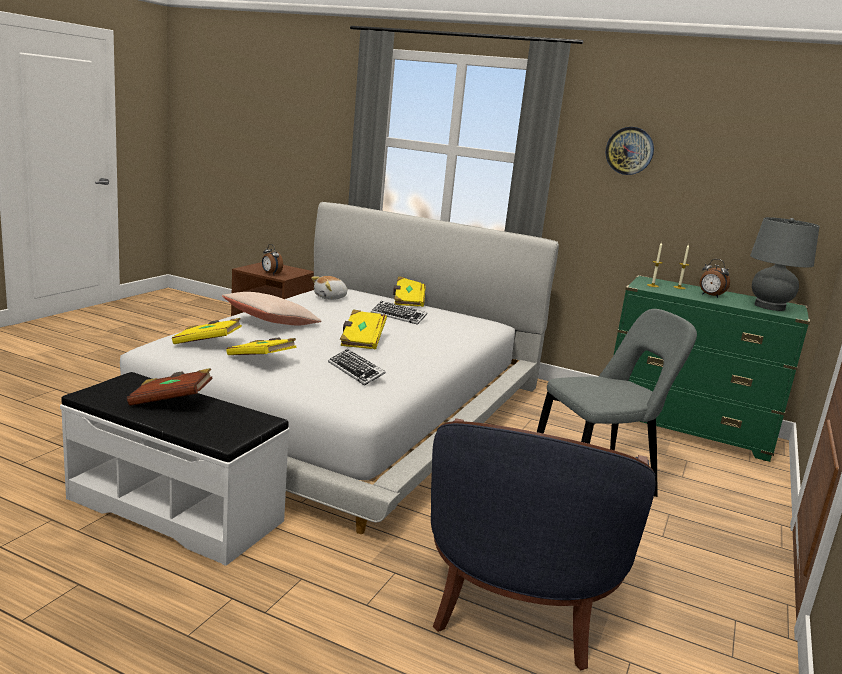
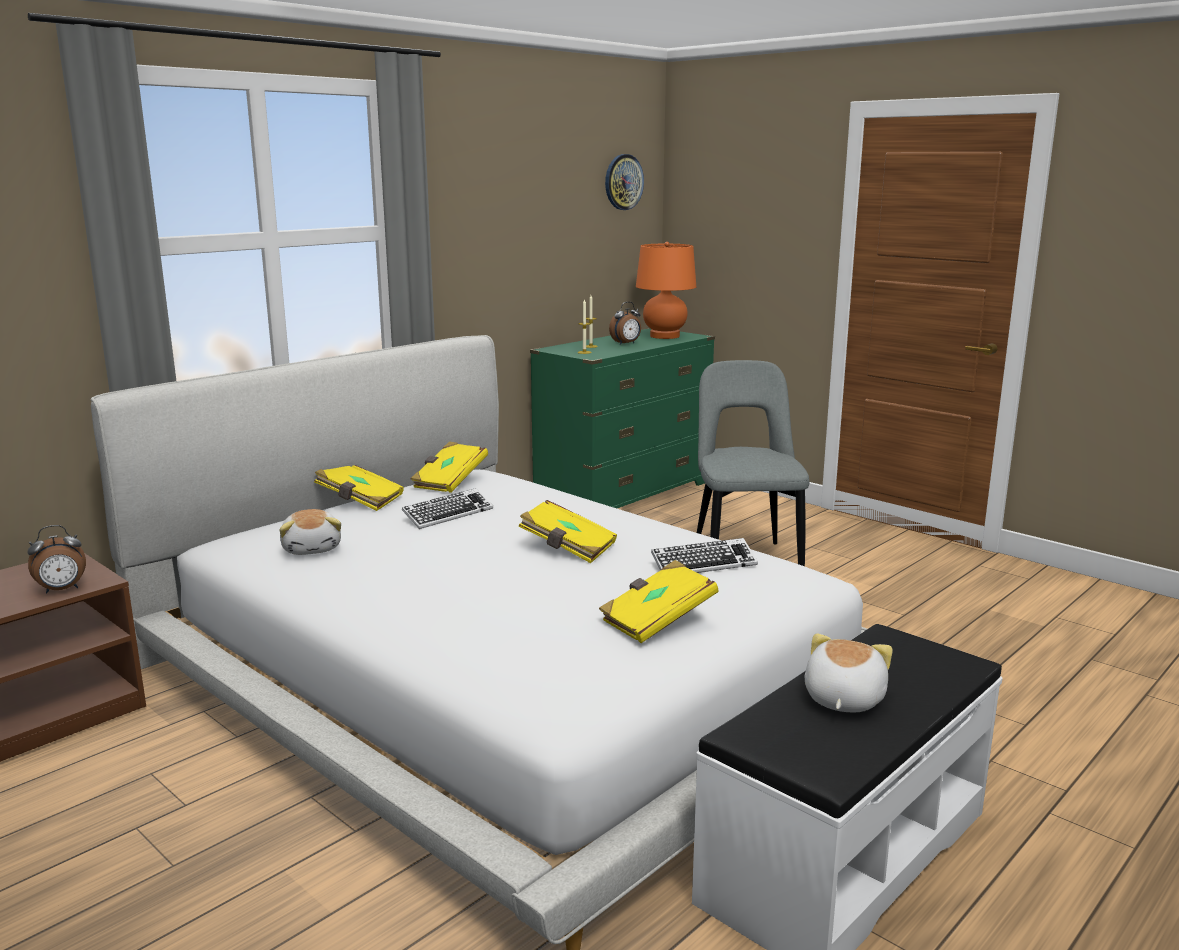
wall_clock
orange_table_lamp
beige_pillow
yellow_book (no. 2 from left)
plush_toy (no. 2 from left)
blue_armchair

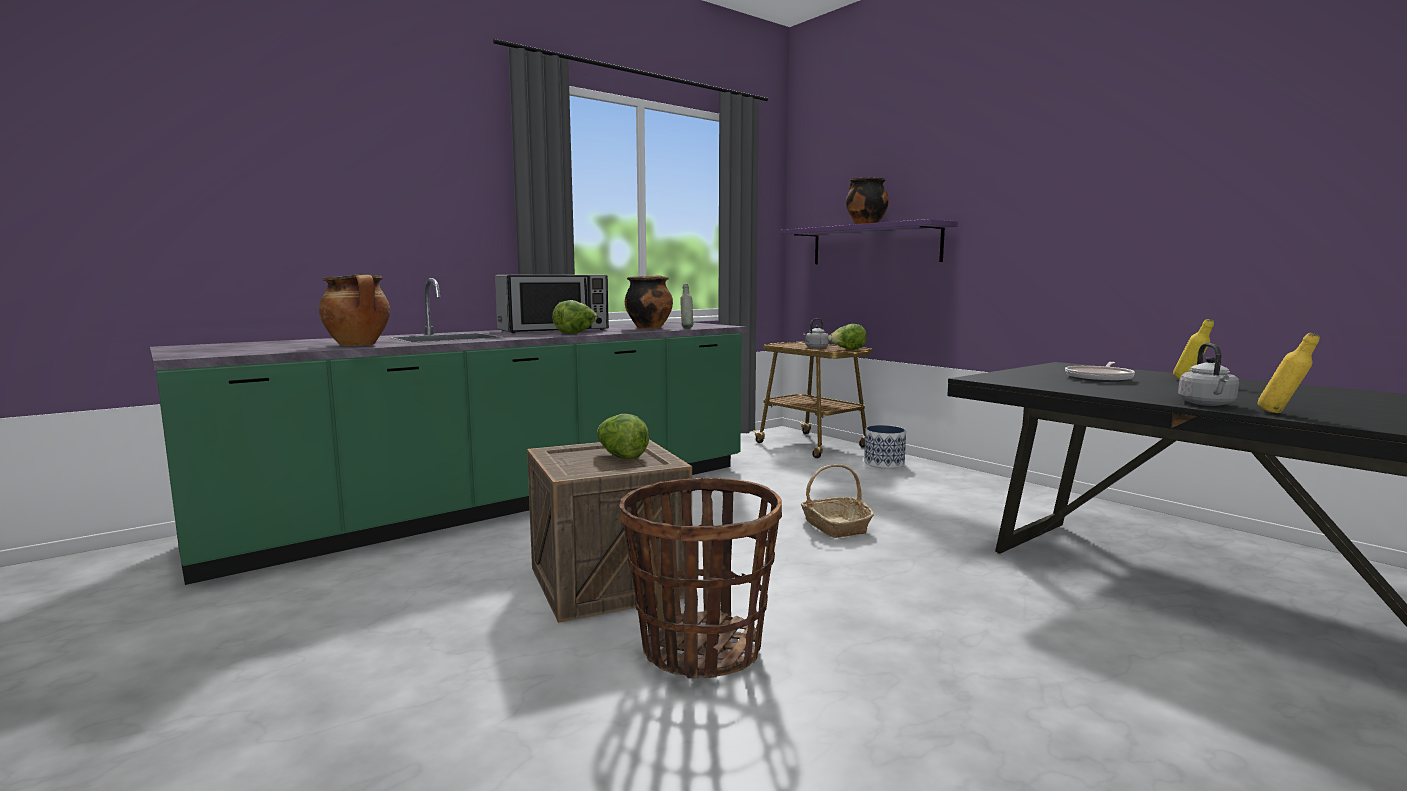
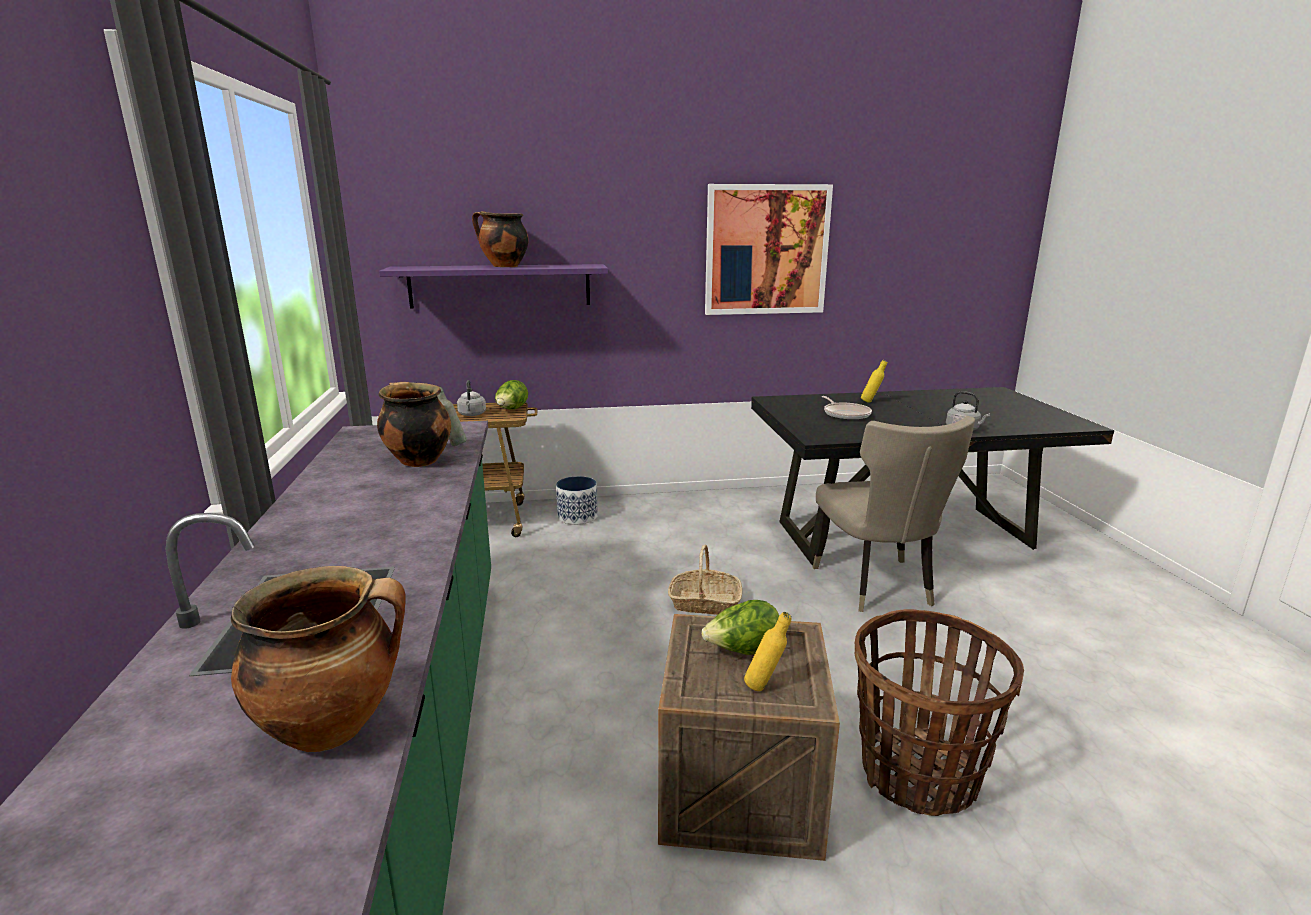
microwave
lettuce (no. 1 from left in the first image)
yellow_bottle (no. 1 from left)
picture
beige_chair

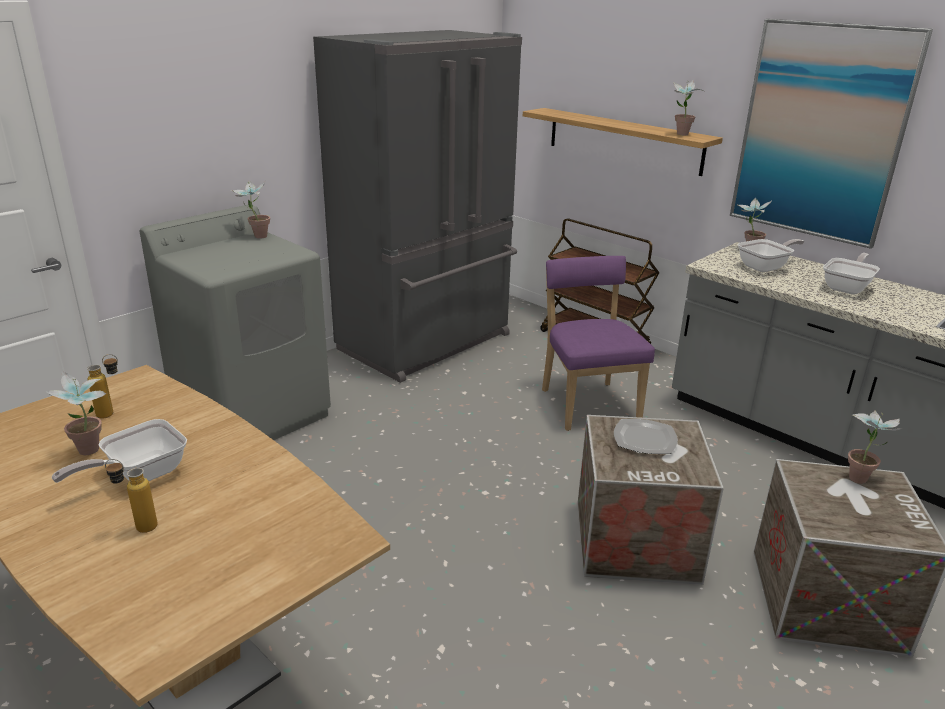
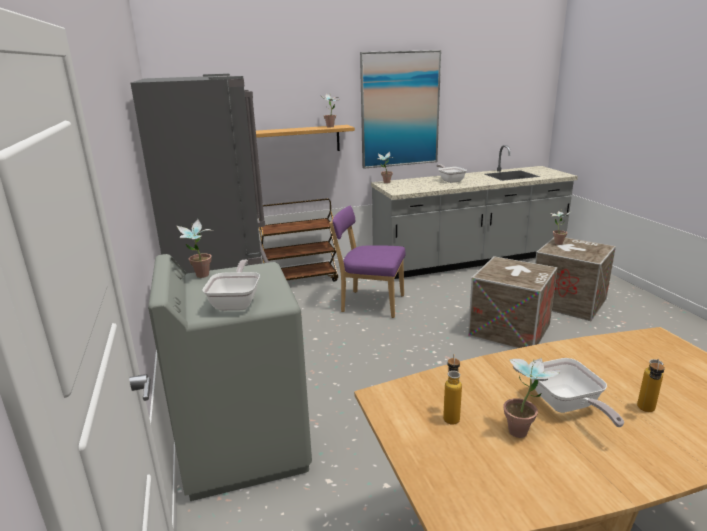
frying_pan (no. 1 from left)
plate

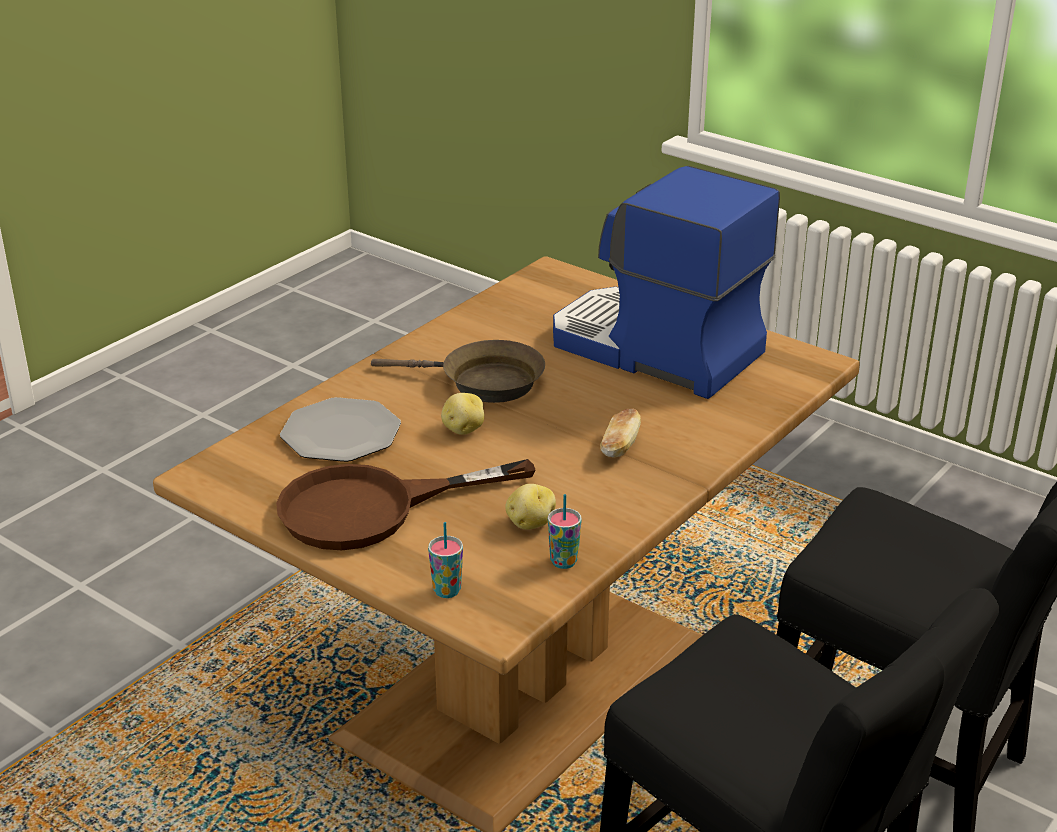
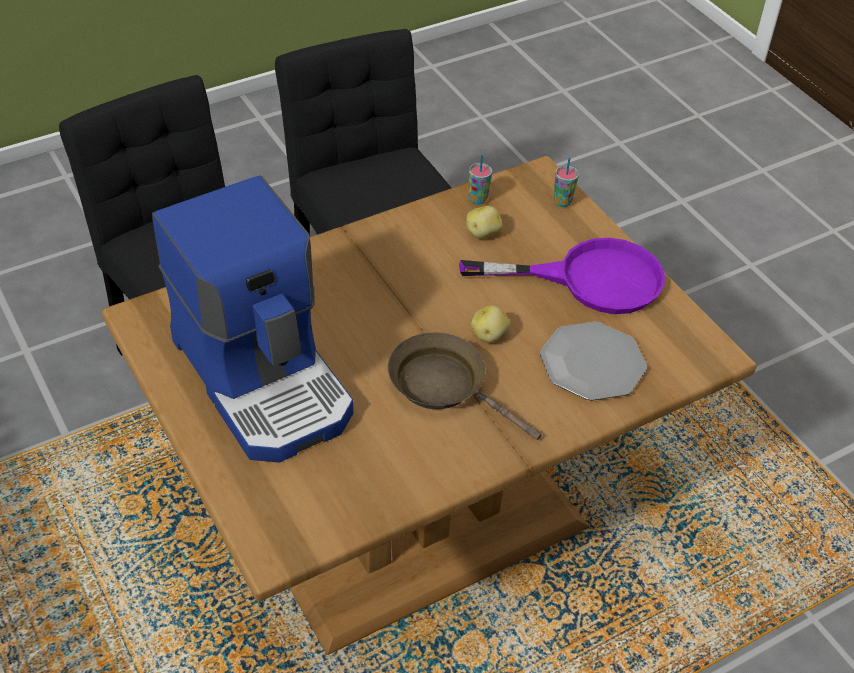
bread
purple_frying_pan

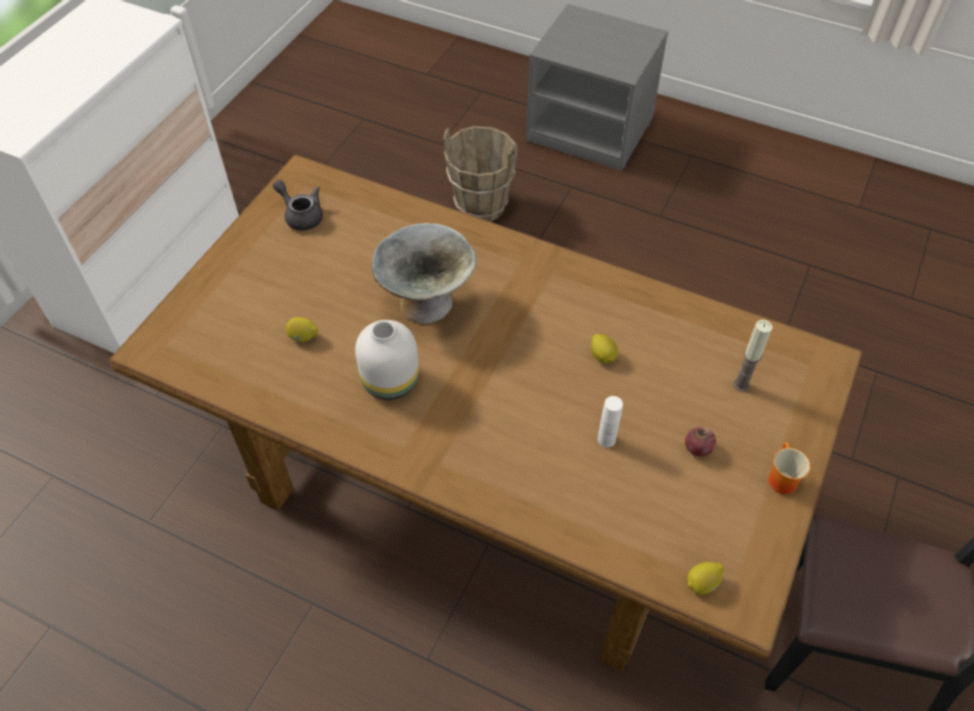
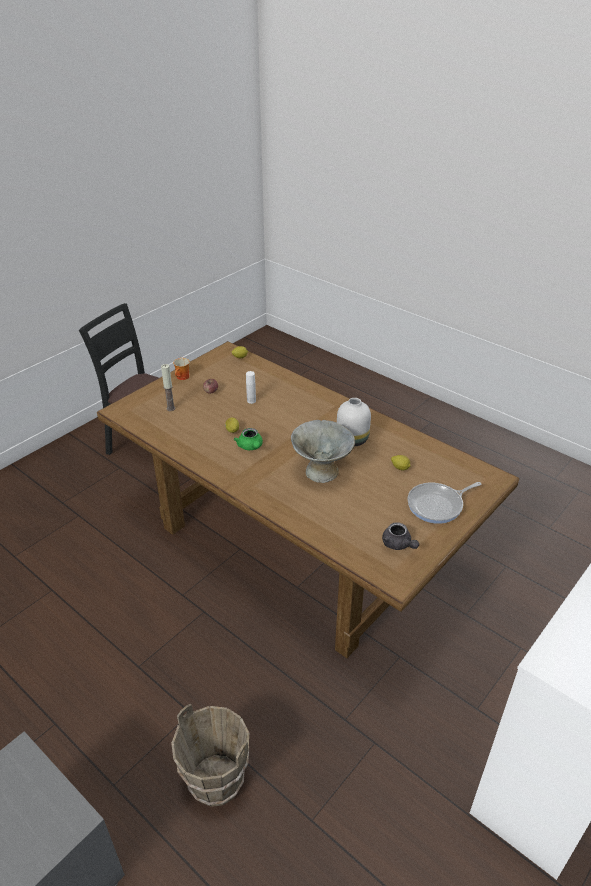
green_teapot
frying_pan

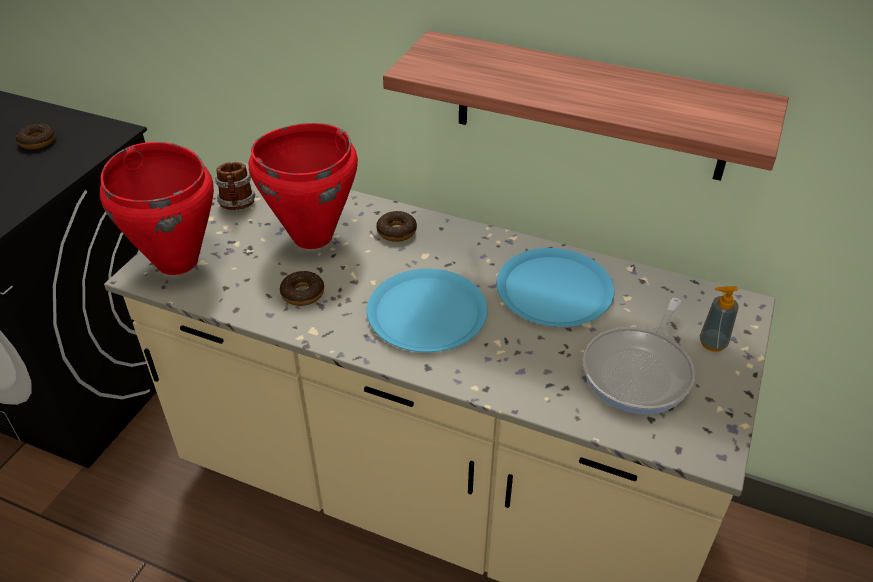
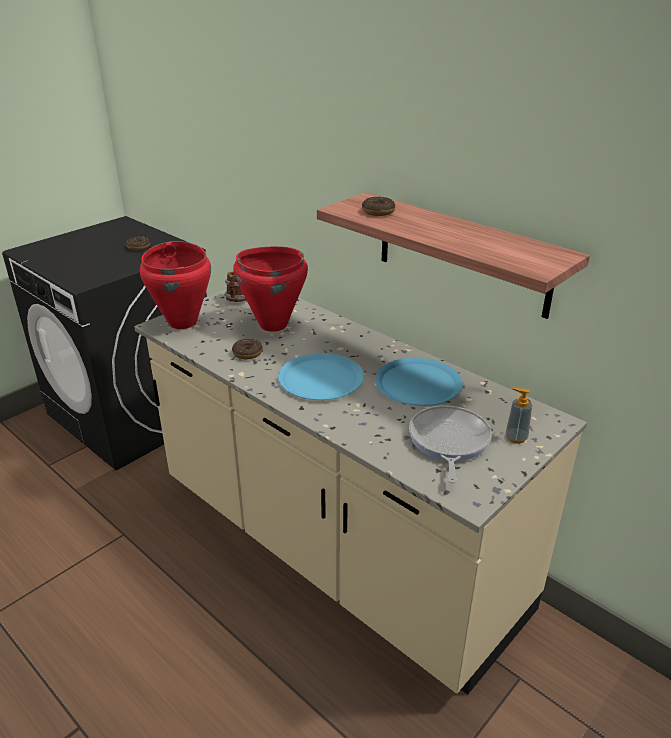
donut (no. 3 from left)
frying_pan

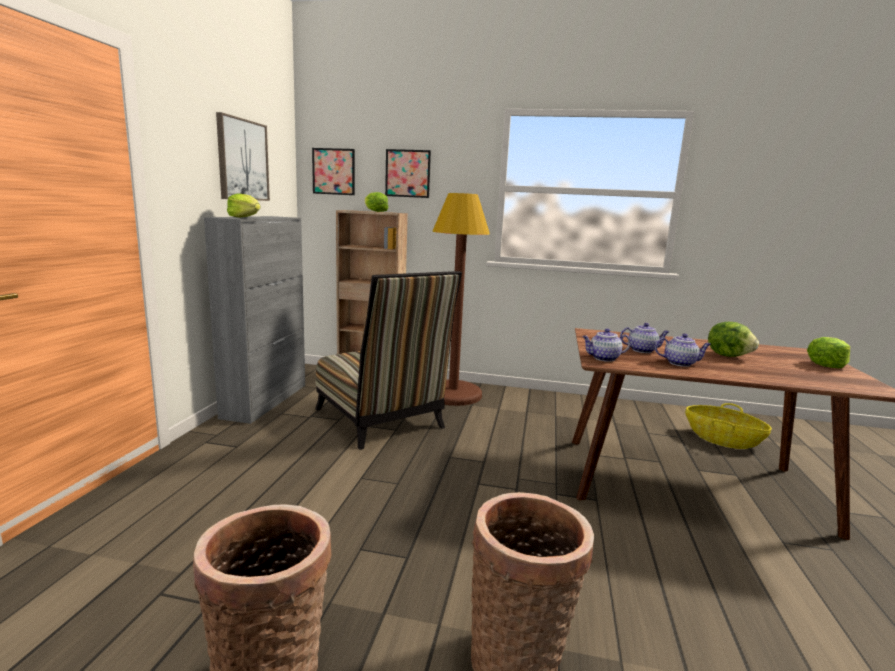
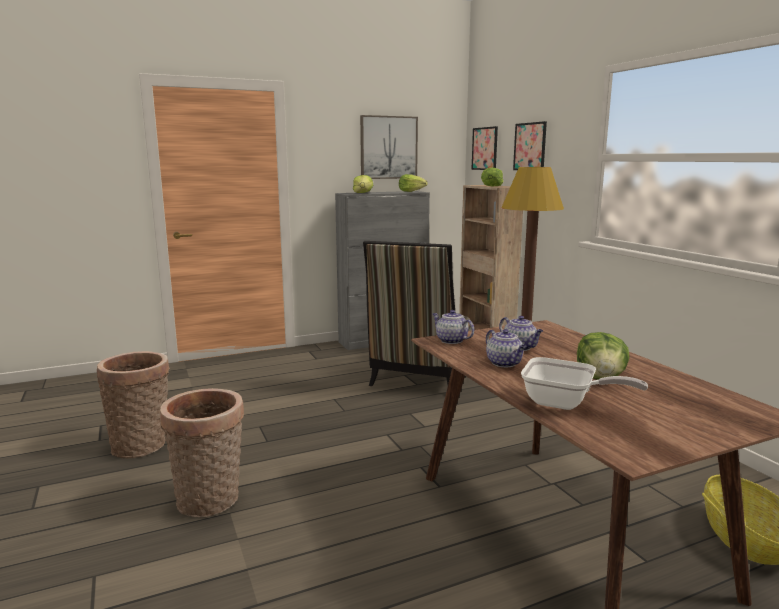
lettuce (no. 2 from left)
frying_pan

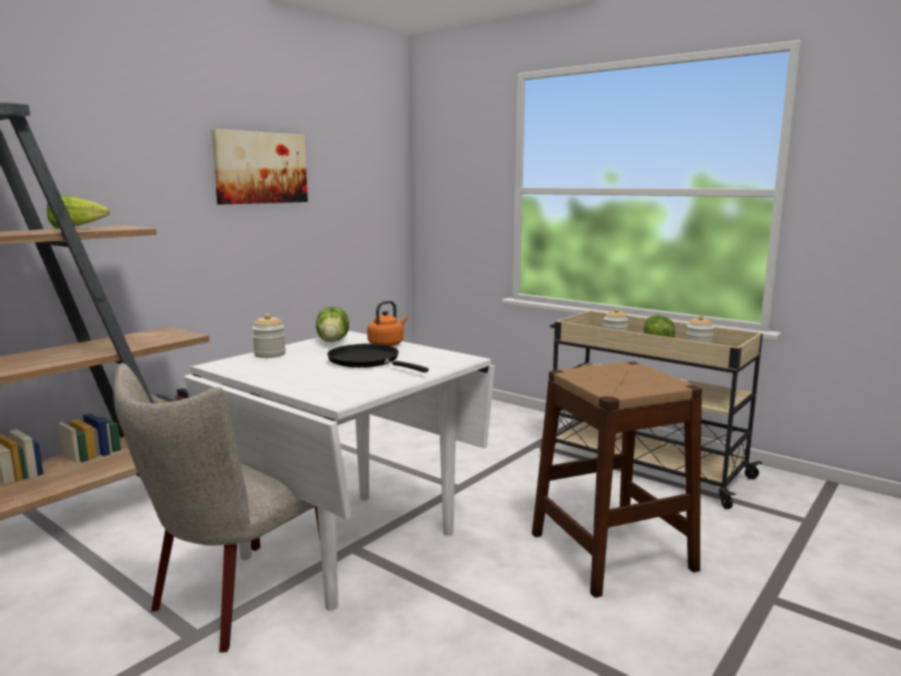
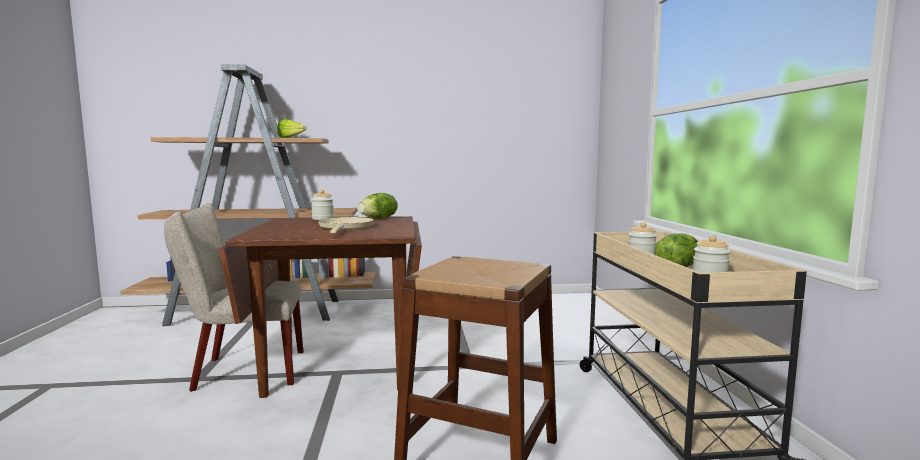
picture
orange_kettle
brown_dining_table
beige_frying_pan

